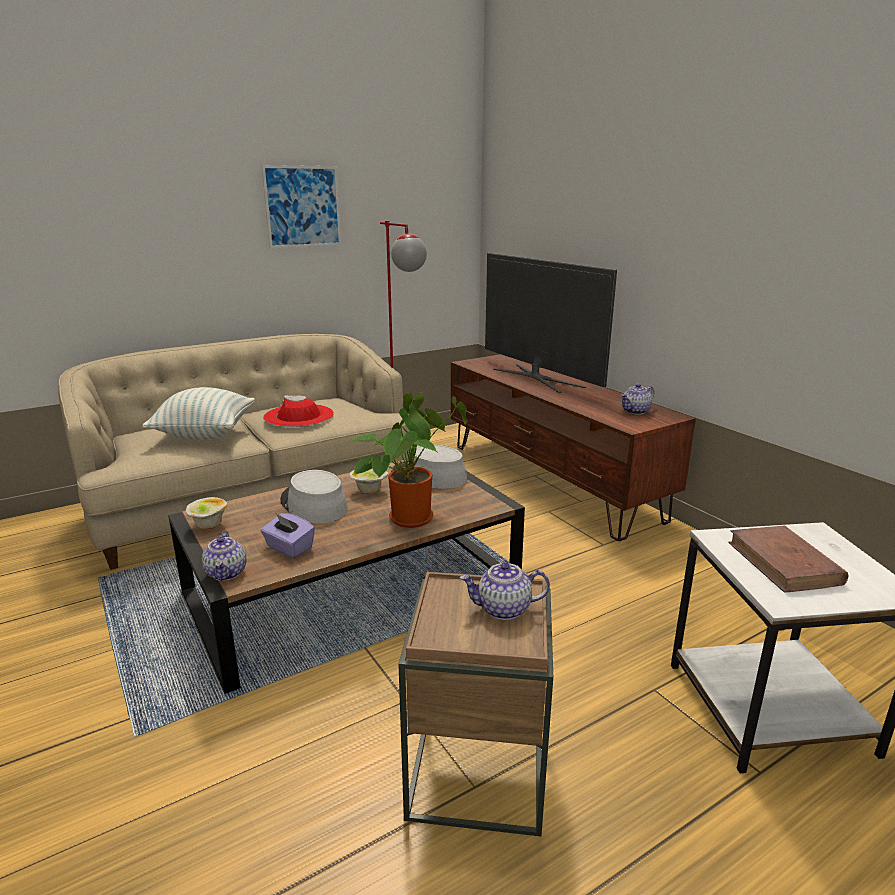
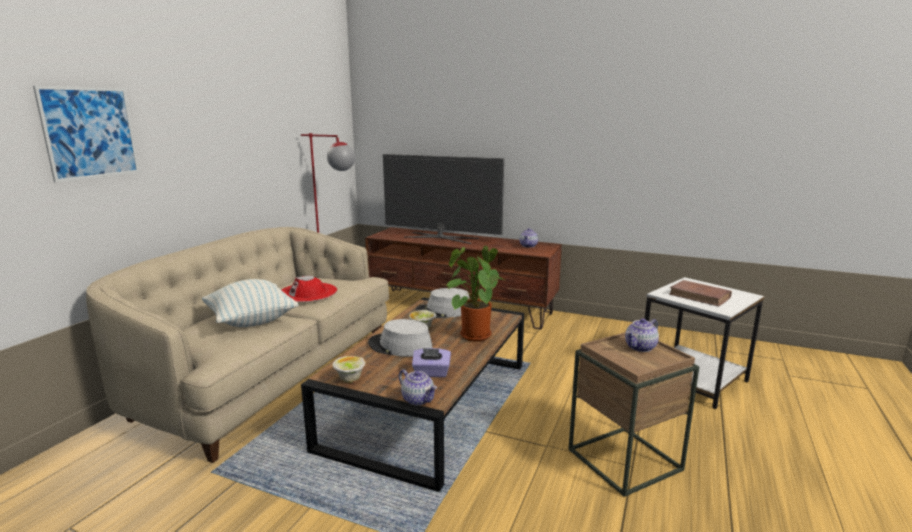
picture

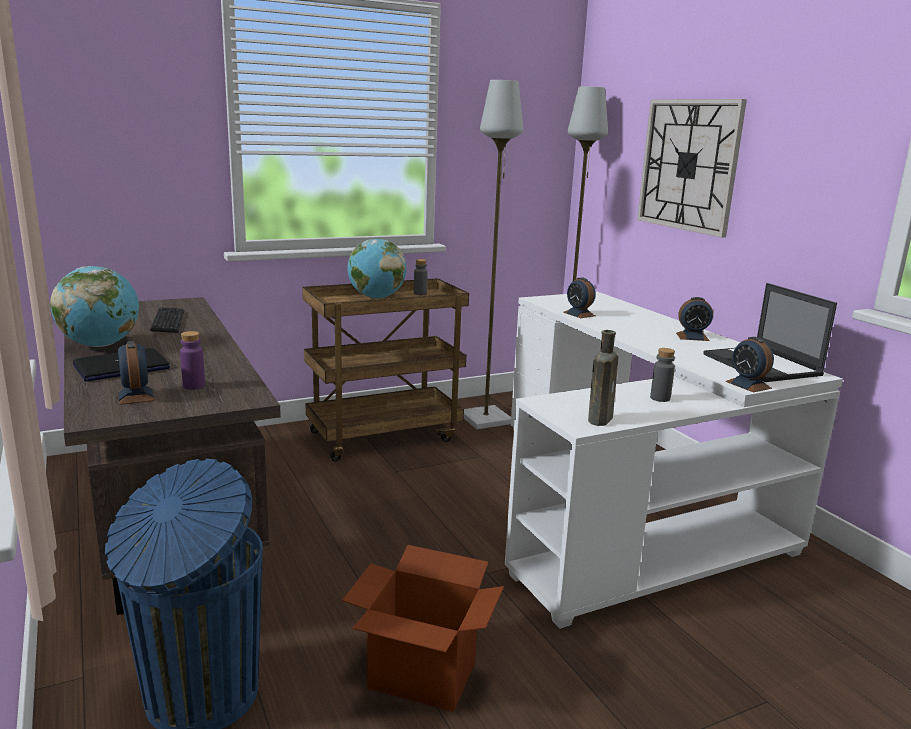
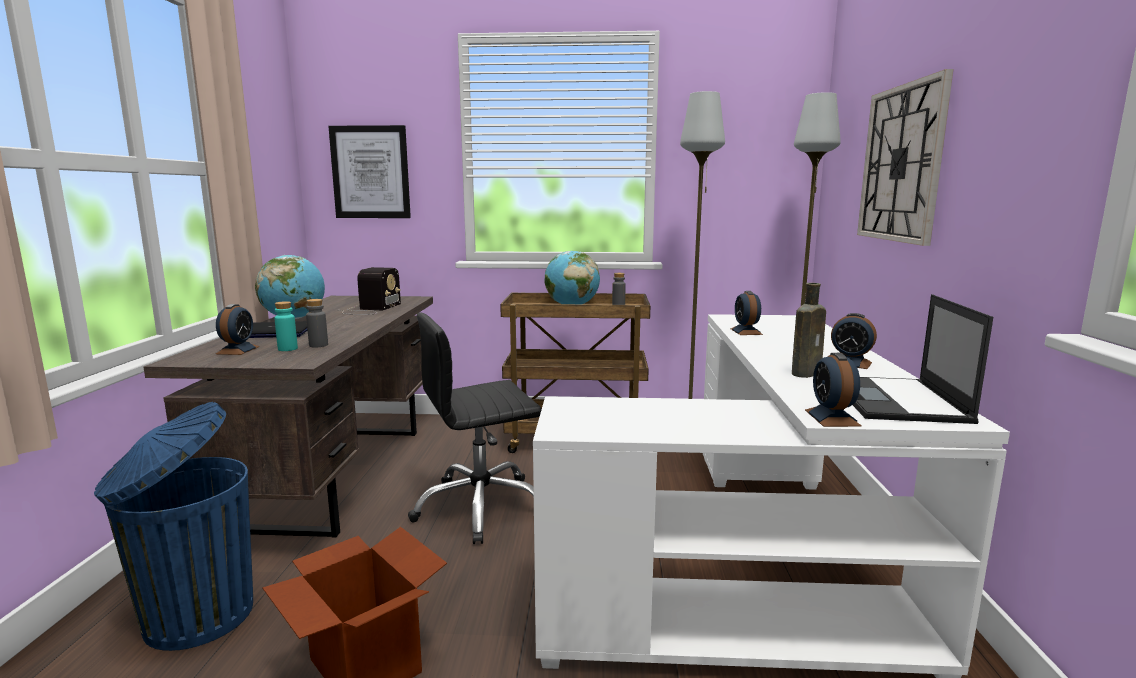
radio
brown_bottle
turquoise_bottle
grey_bottle (no. 1 from left)
picture
black_office_chair

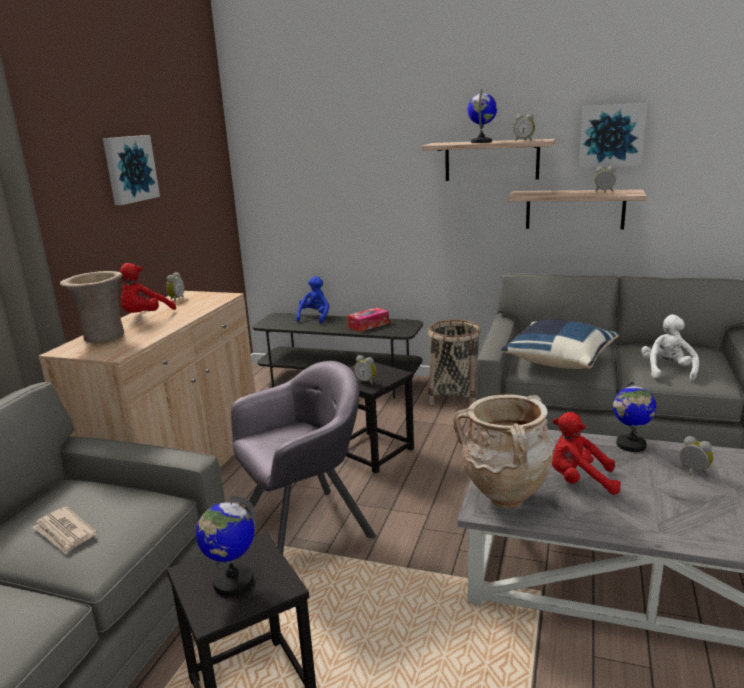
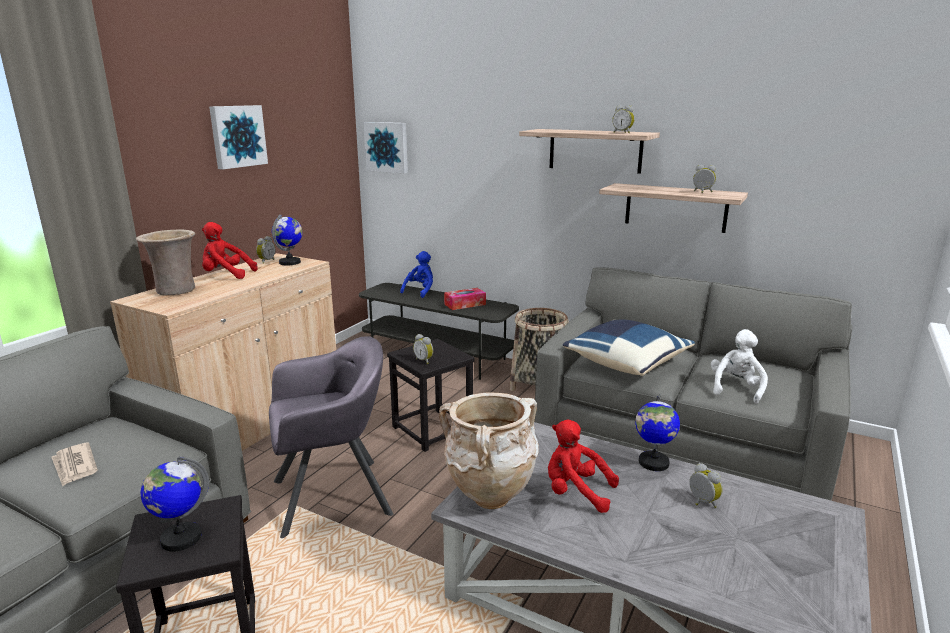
globe (no. 2 from left)
picture (no. 2 from left)
red_plush_toy (no. 1 from left)

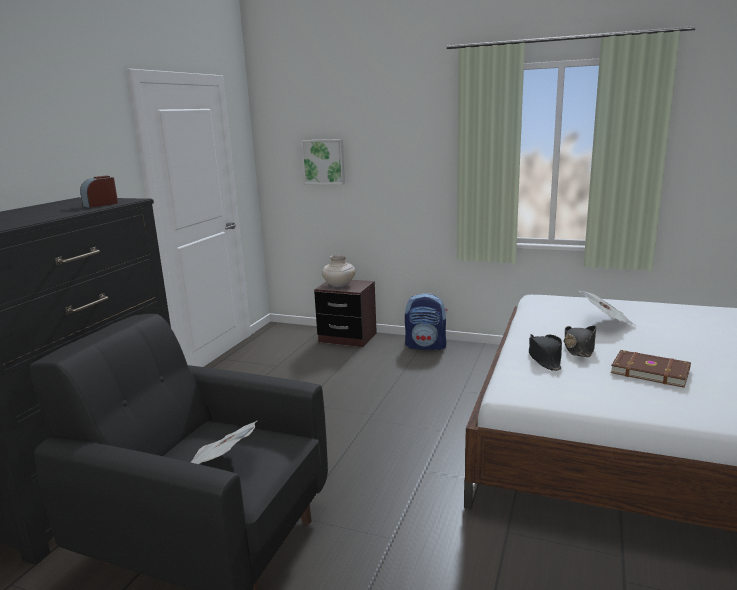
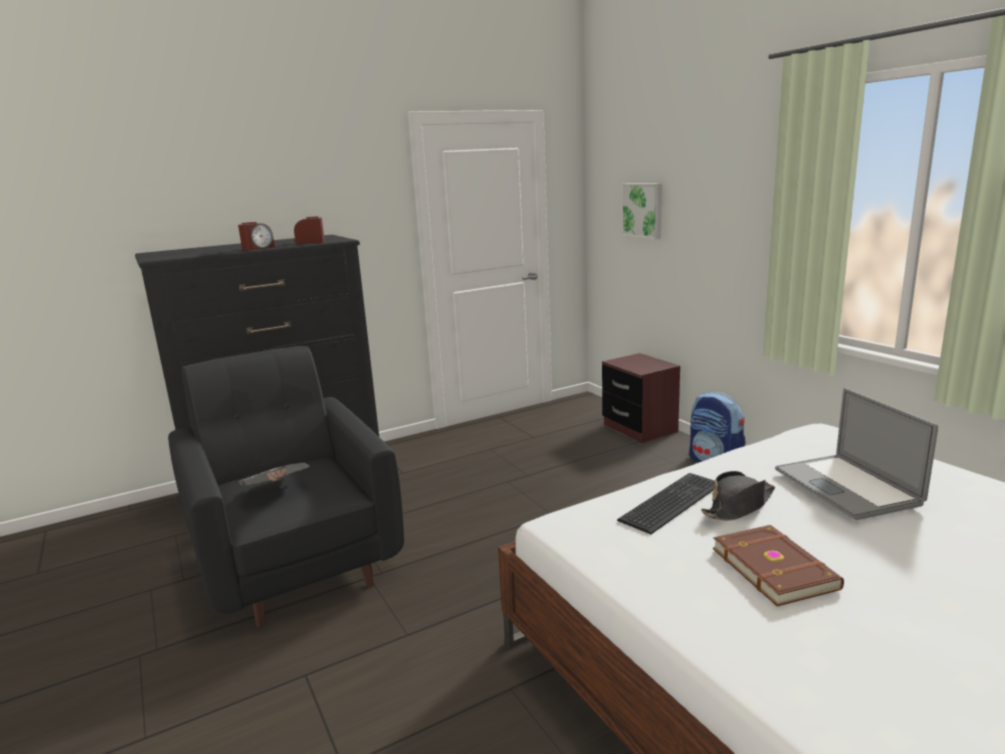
beige_vase
laptop
keyboard
alarm_clock (no. 1 from left)

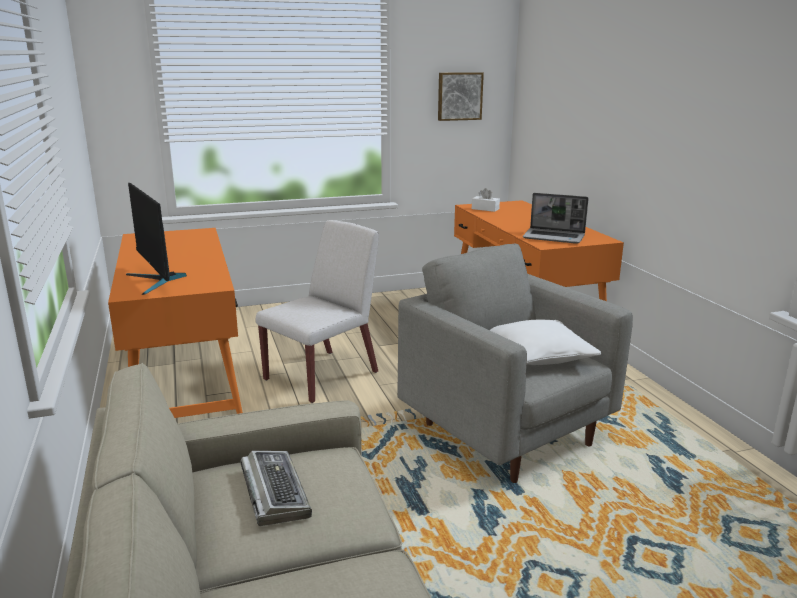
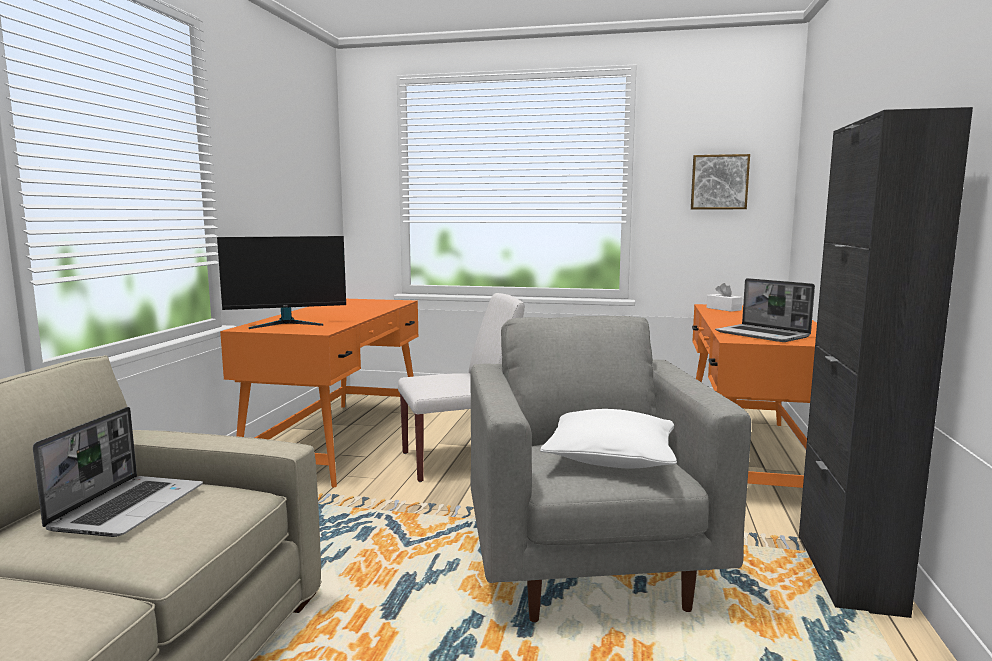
monitor
laptop (no. 1 from left)
black_cabinet

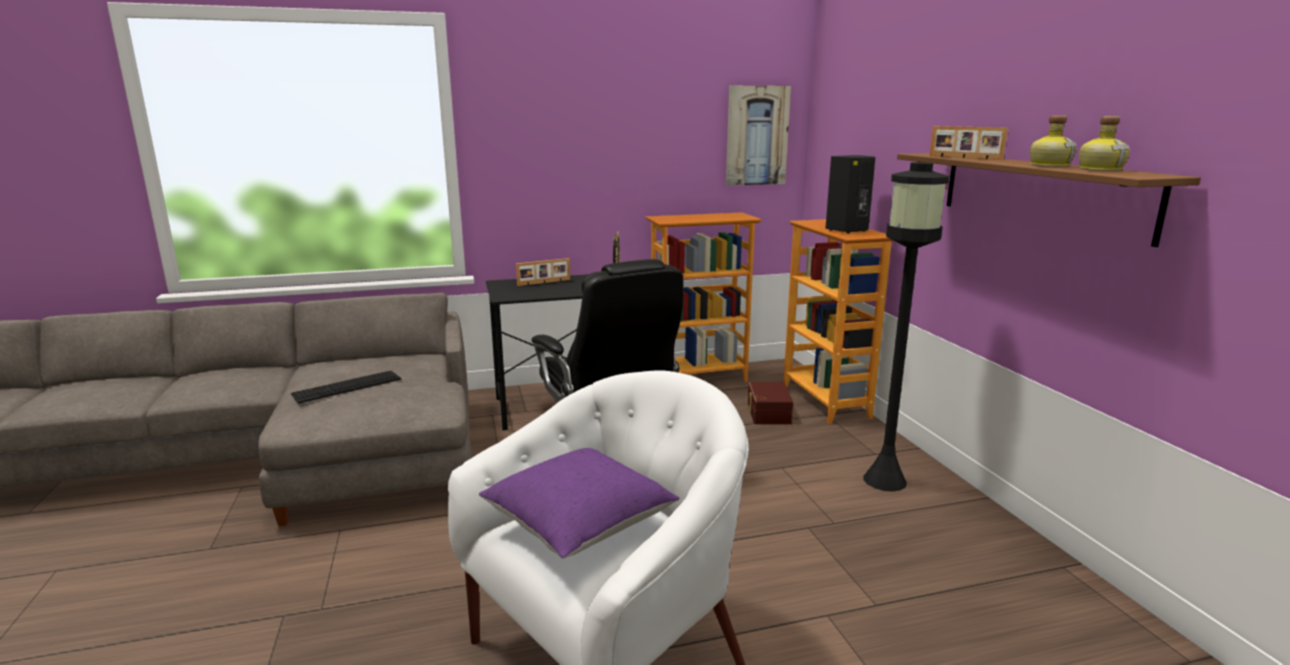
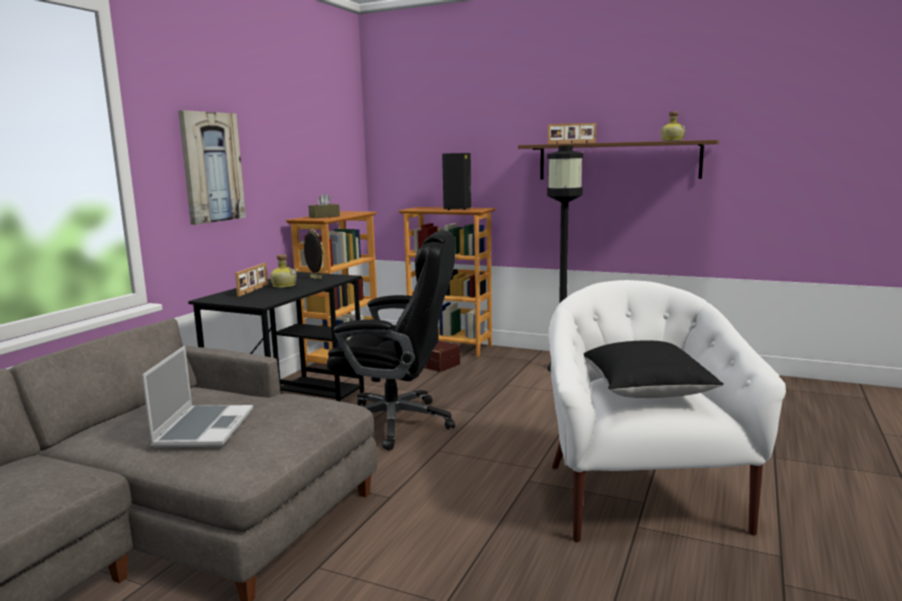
picture
bottle (no. 1 from left)
laptop
black_pillow
brown_tissue_box

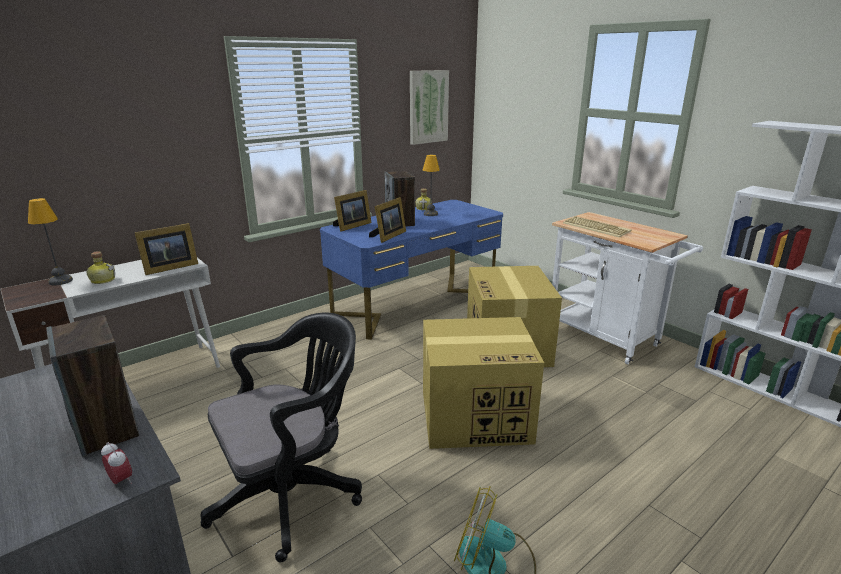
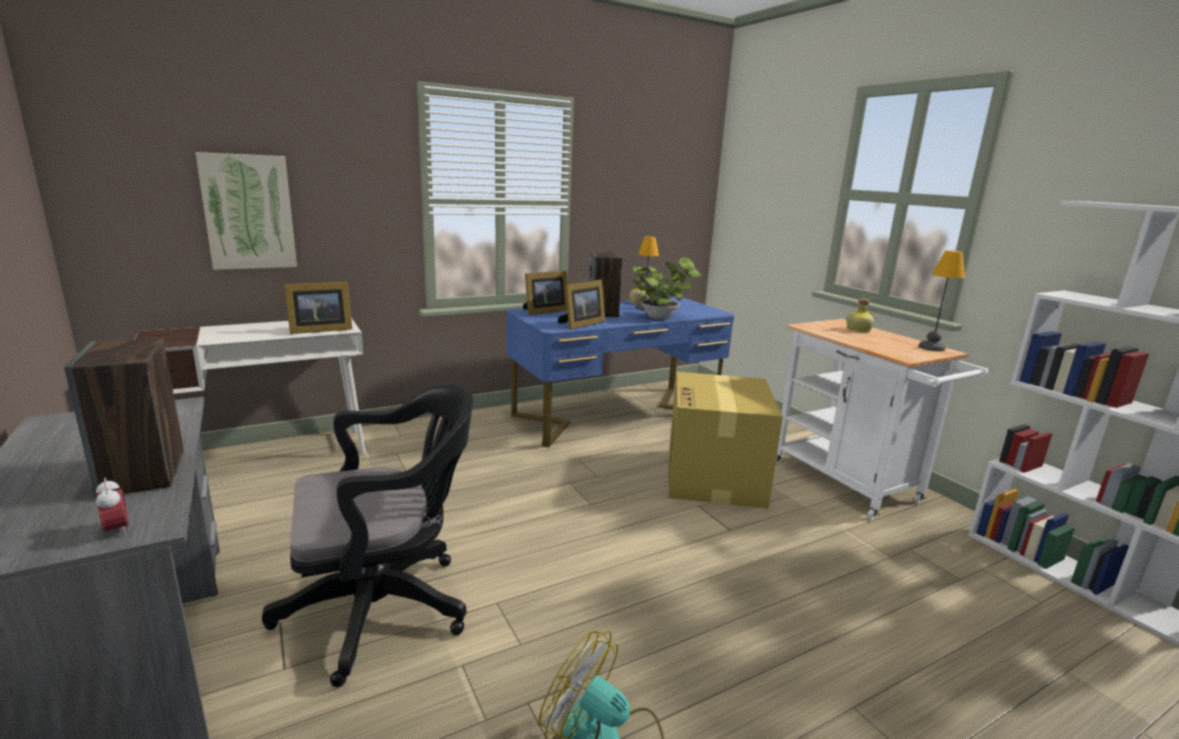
picture
table_lamp (no. 2 from left)
keyboard
bottle (no. 2 from left)
cardboard_box (no. 1 from left in the first image)
potted_plant

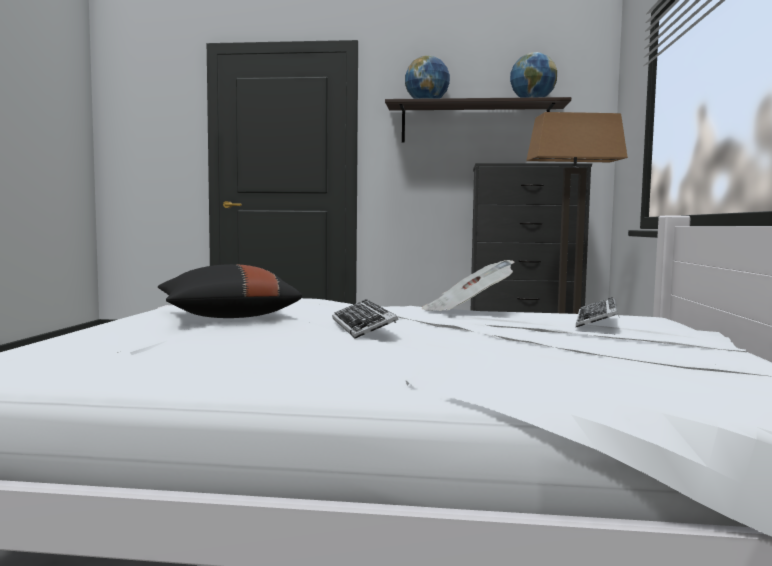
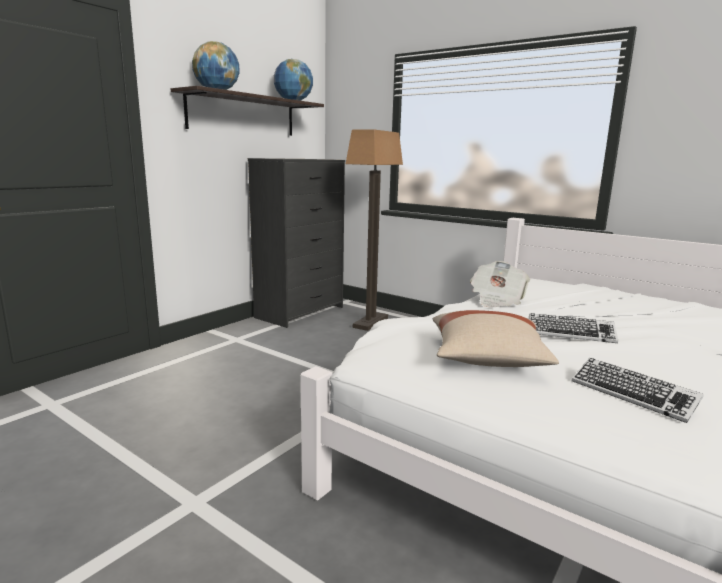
beige_pillow
keyboard (no. 2 from left)

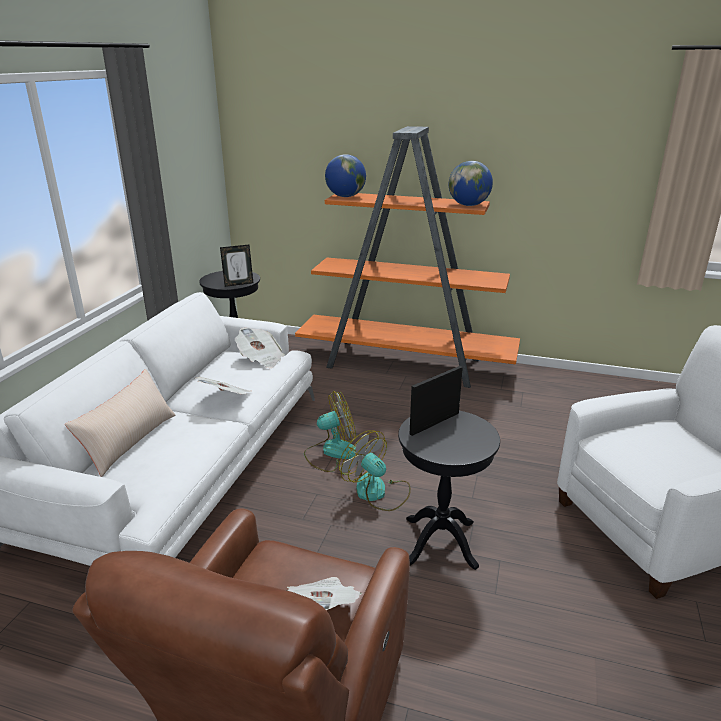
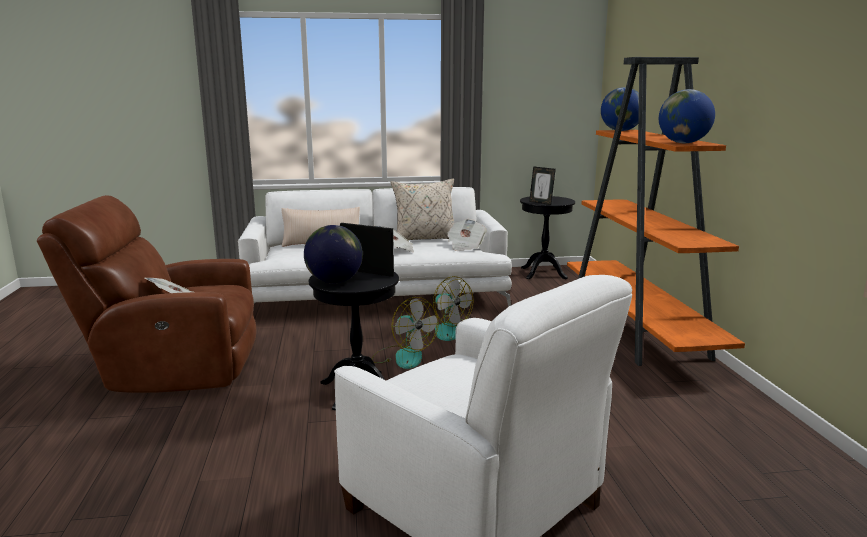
fan (no. 1 from left)
beige_pillow (no. 2 from left)
globe (no. 1 from left)

